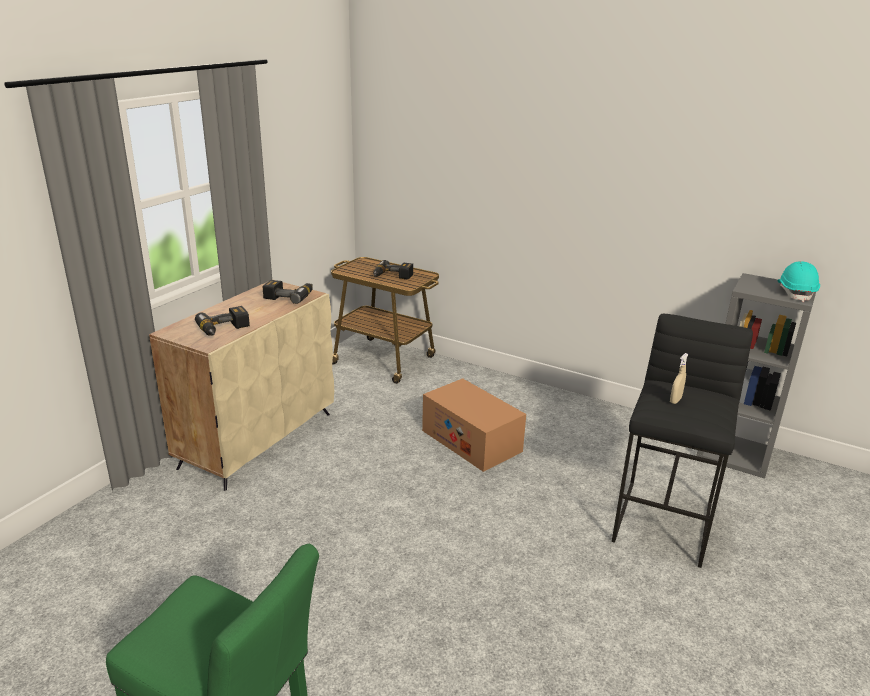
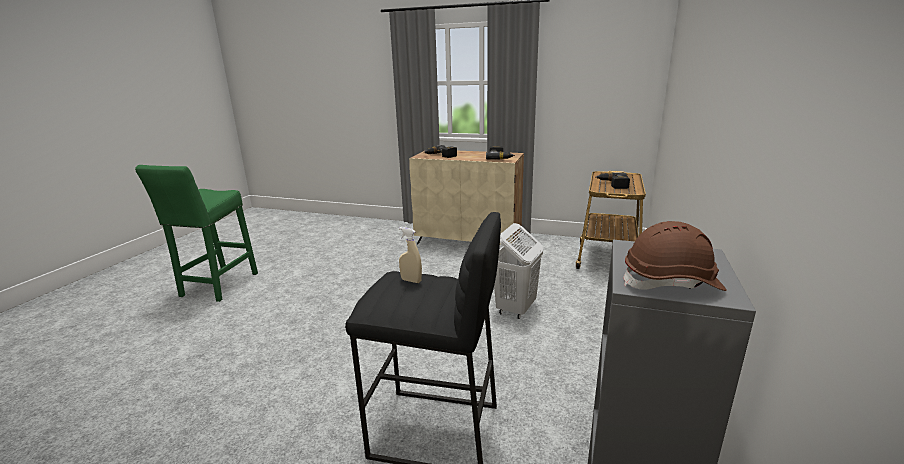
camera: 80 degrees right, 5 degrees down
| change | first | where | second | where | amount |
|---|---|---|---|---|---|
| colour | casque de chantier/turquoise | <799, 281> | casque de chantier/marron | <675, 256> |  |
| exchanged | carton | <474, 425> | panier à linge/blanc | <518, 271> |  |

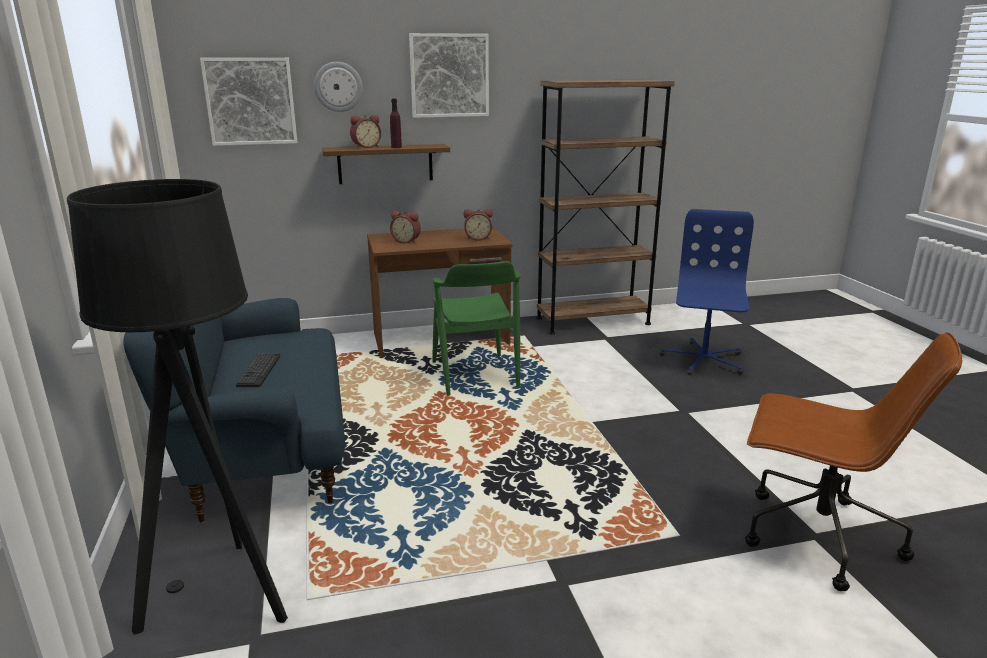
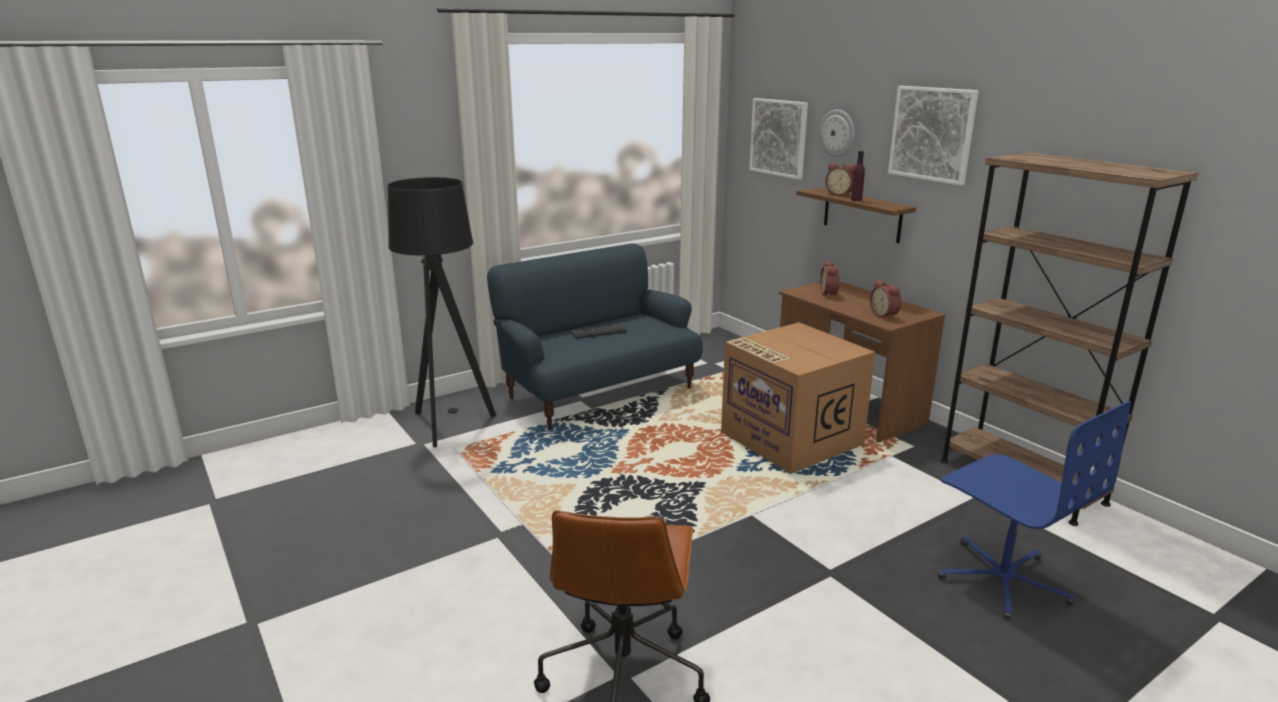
camera: 70 degrees right, 0 degrees up
| change | first | where | second | where | amount |
|---|---|---|---|---|---|
| spun | chaise de bureau/bleu | <706, 292> |  | <1034, 510> | 60 degrees clockwise |
| exchanged | chaise/vert | <476, 328> | carton | <798, 398> |  |

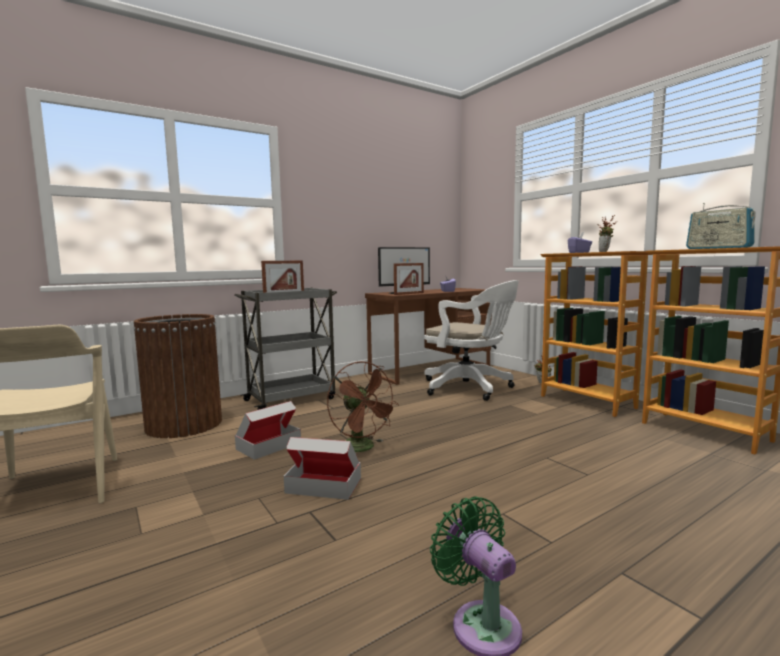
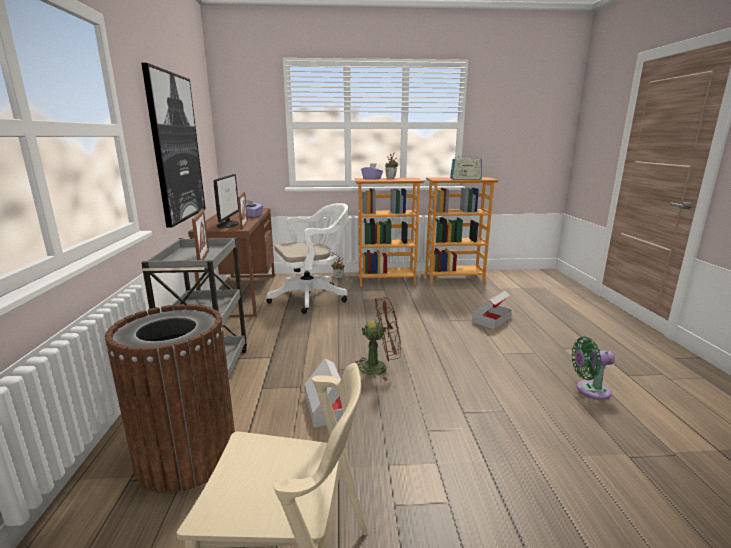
camera: 60 degrees left, 10 degrees up
| change | first | where | second | where | amount |
|---|---|---|---|---|---|
| relocated | carton | <322, 468> |  | <492, 309> |  |
| appeared |  |  | tableau | <173, 145> |  |

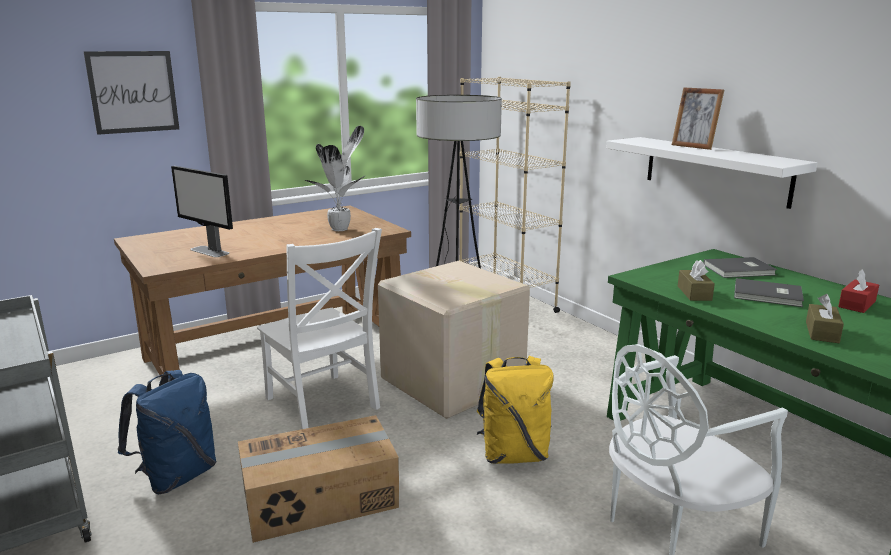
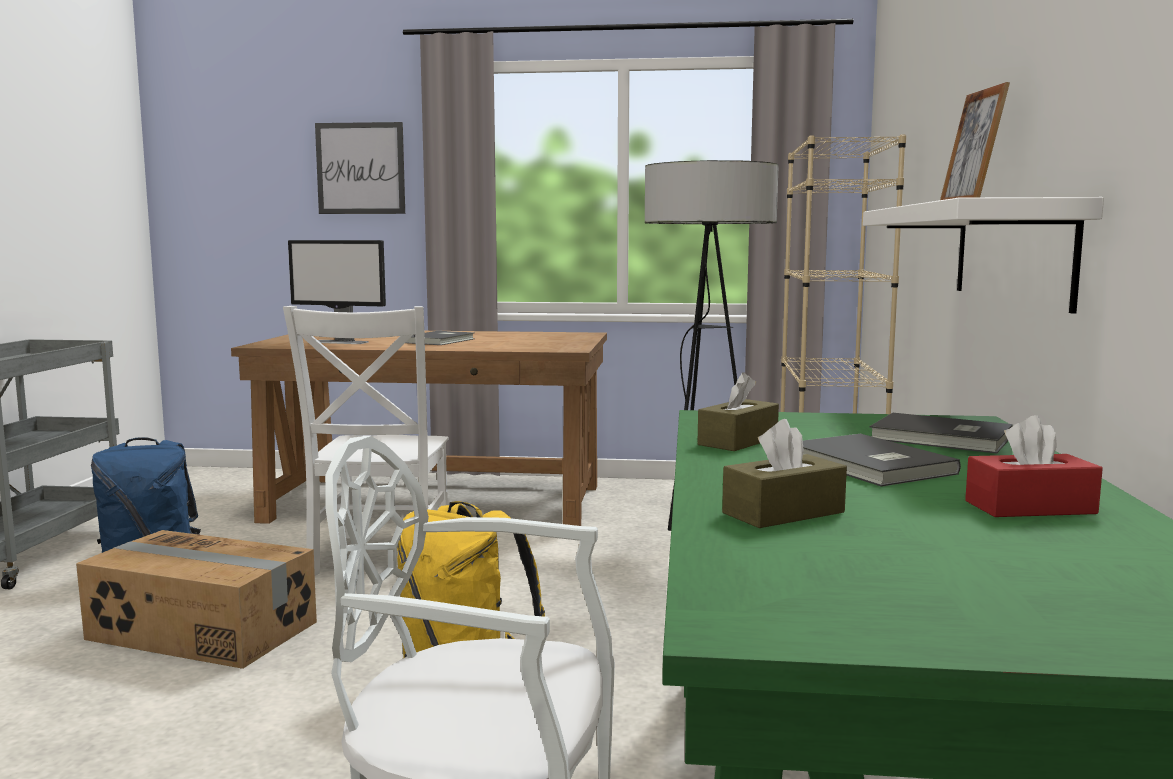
camera: 40 degrees right, 10 degrees down
| change | first | where | second | where | amount |
|---|---|---|---|---|---|
| missing | plante en pot | <335, 178> |  |  |  |
| spun | écran d'ordinateur | <202, 211> |  | <337, 292> | 60 degrees counterclockwise |
| missing | carton | <454, 340> |  |  |  |
| appeared |  |  | livre/gris | <440, 338> |  |

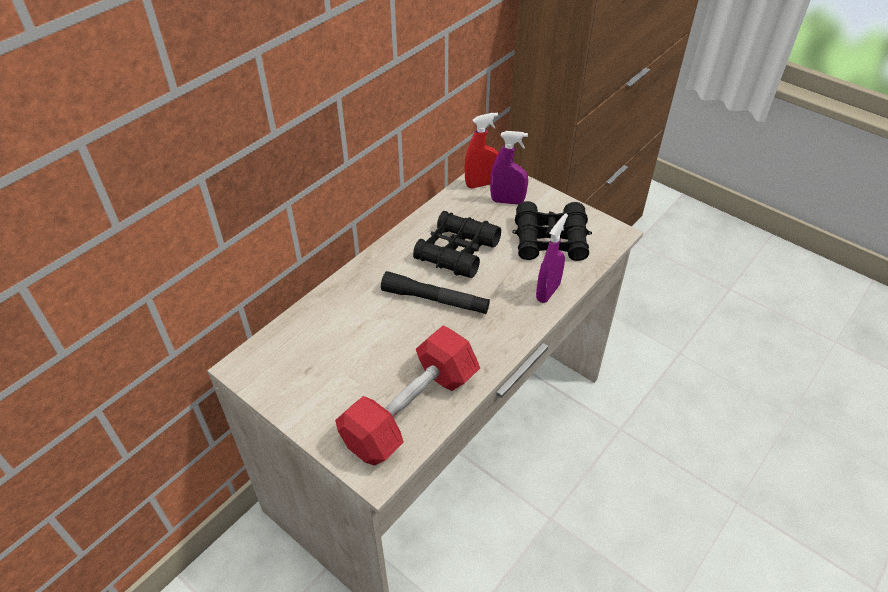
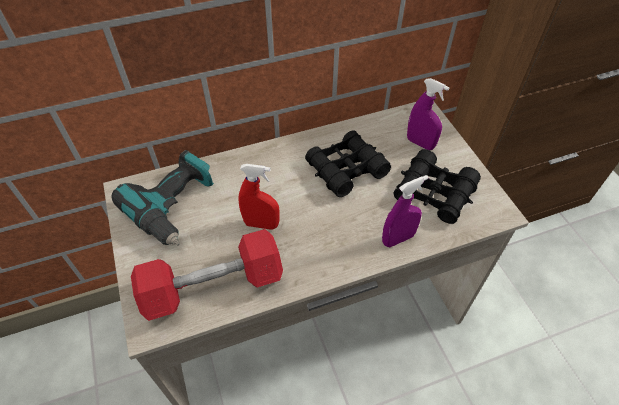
camera: 30 degrees right, 5 degrees up
| change | first | where | second | where | amount |
|---|---|---|---|---|---|
| relocated | vaporisateur/rouge | <481, 150> |  | <259, 197> |  |
| missing | lampe de poche/noir | <435, 292> |  |  |  |
| appeared |  |  | perceuse | <162, 198> |  |

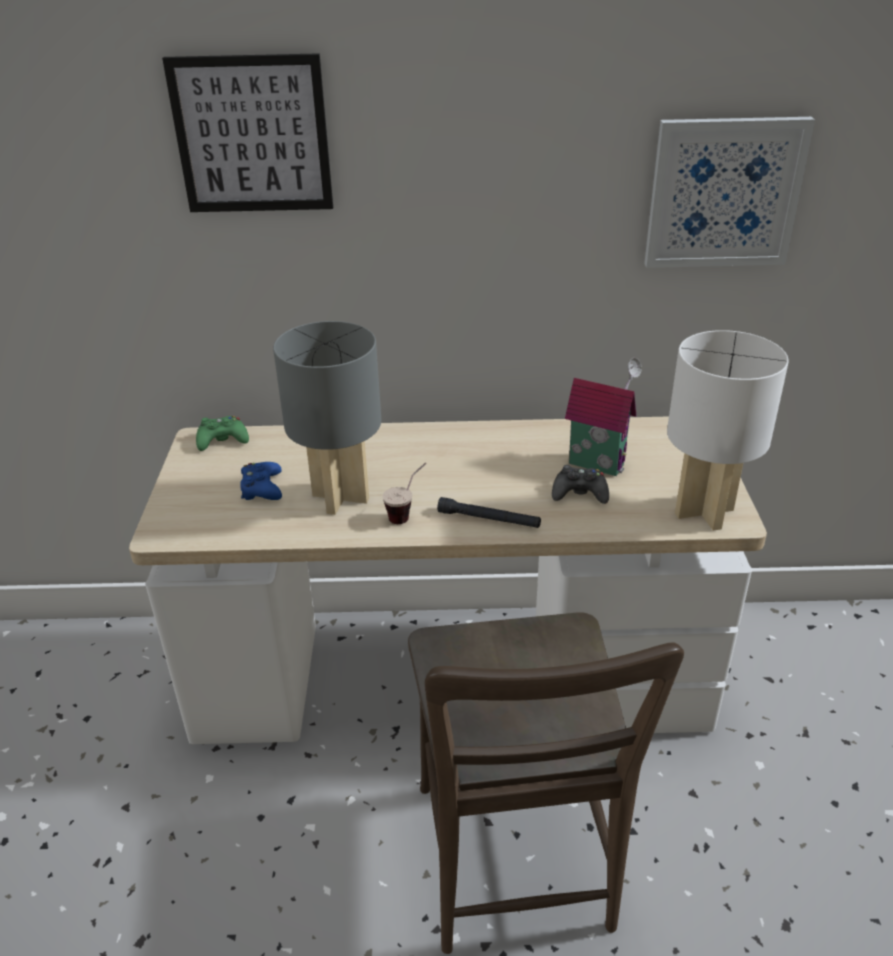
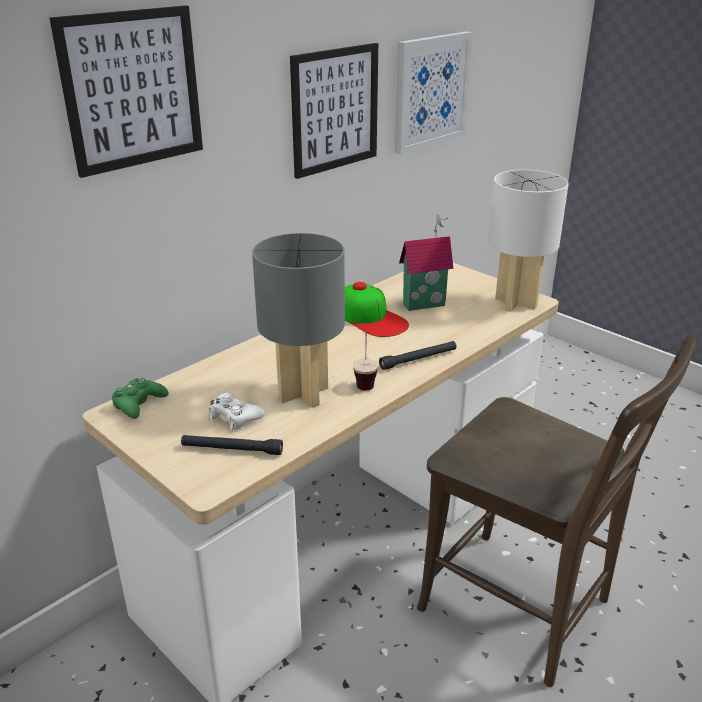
camera: 45 degrees left, 5 degrees down
| change | first | where | second | where | amount |
|---|---|---|---|---|---|
| colour | manette/bleu | <261, 481> | manette/blanc | <236, 411> |  |
| missing | manette/noir | <580, 484> |  |  |  |
| appeared |  |  | tableau | <334, 111> |  |
| appeared |  |  | casquette | <377, 309> |  |
| appeared |  |  | lampe de poche/noir | <232, 445> |  |

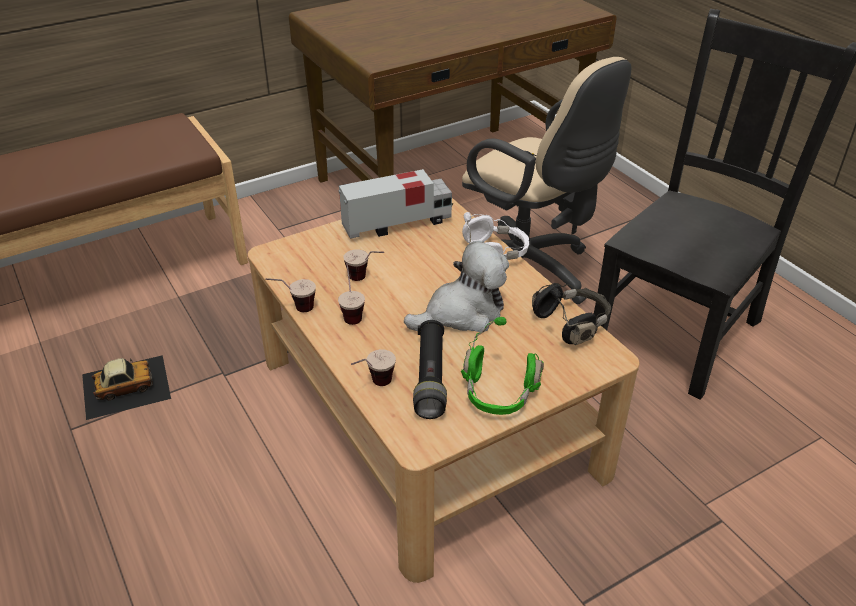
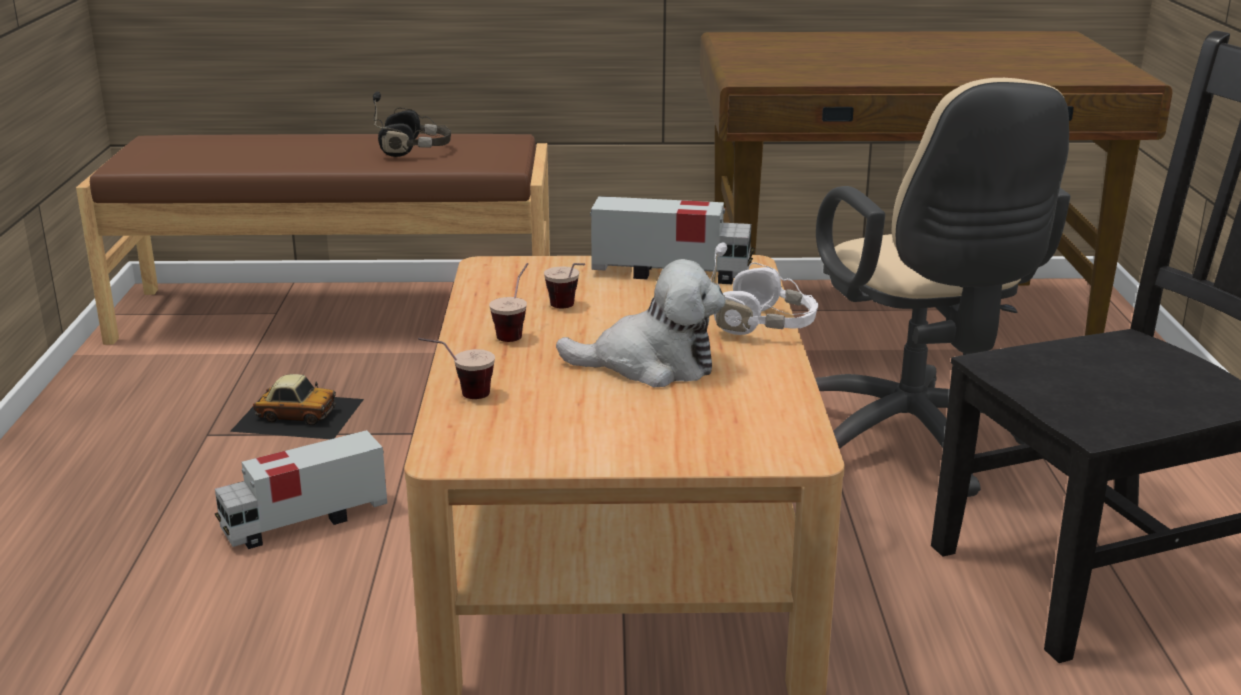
camera: 30 degrees right, 15 degrees down
| change | first | where | second | where | amount |
|---|---|---|---|---|---|
| missing | tasse | <290, 295> |  |  |  |
| relocated | casque audio/noir | <571, 314> |  | <412, 124> |  |
| missing | casque audio/vert | <502, 366> |  |  |  |
| missing | lampe de poche/noir | <430, 369> |  |  |  |
| appeared |  |  | camion jouet | <301, 489> |  |

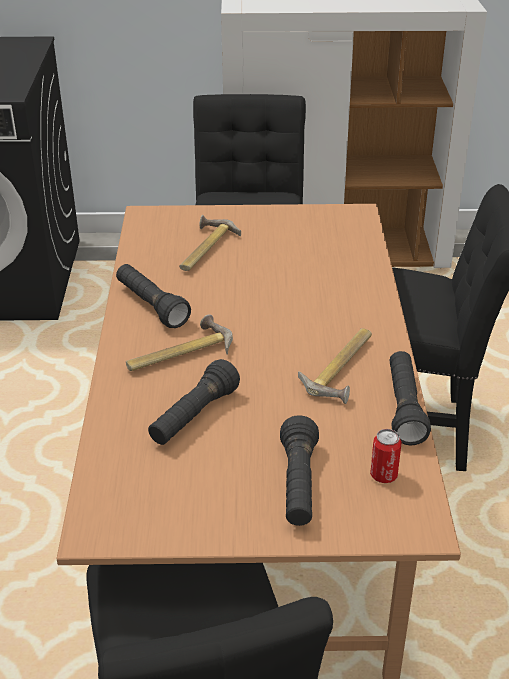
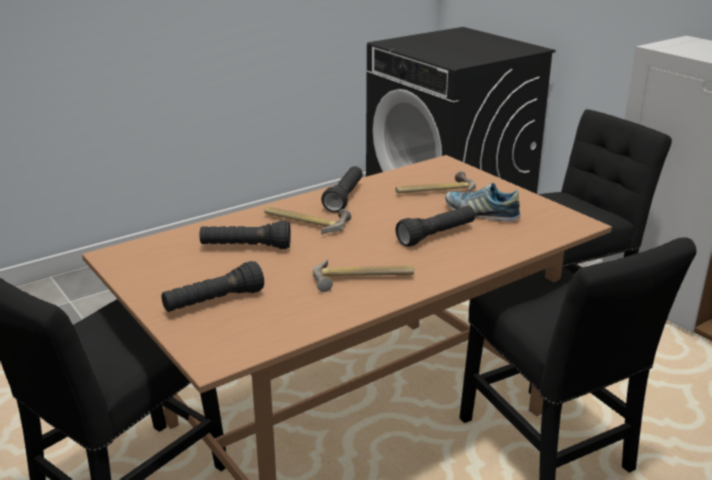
camera: 55 degrees right, 10 degrees down
| change | first | where | second | where | amount |
|---|---|---|---|---|---|
| relocated | lampe de poche/noir | <410, 398> |  | <435, 226> |  |
| missing | boîte métallique | <386, 456> |  |  |  |
| appeared |  |  | chaussure | <483, 202> |  |

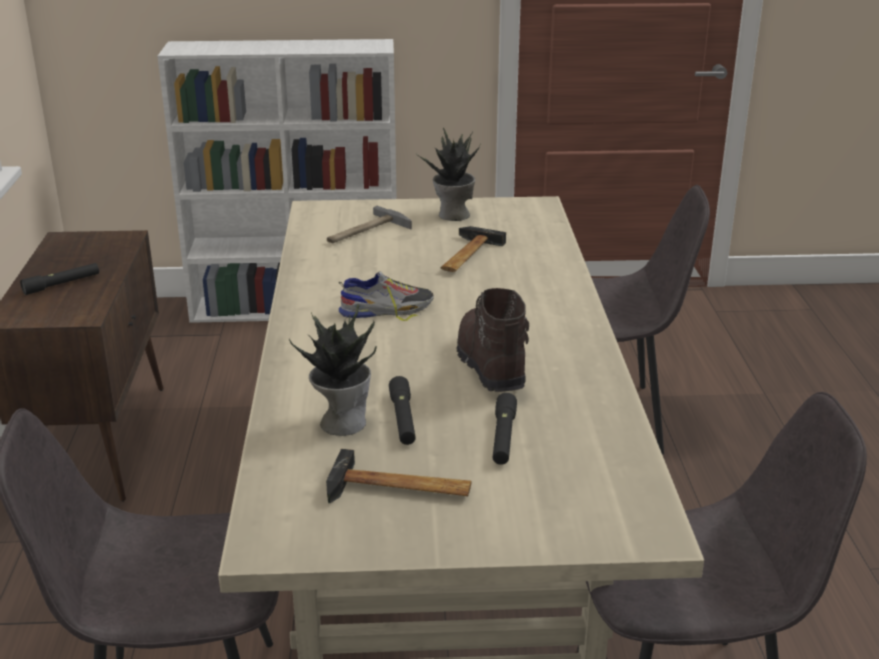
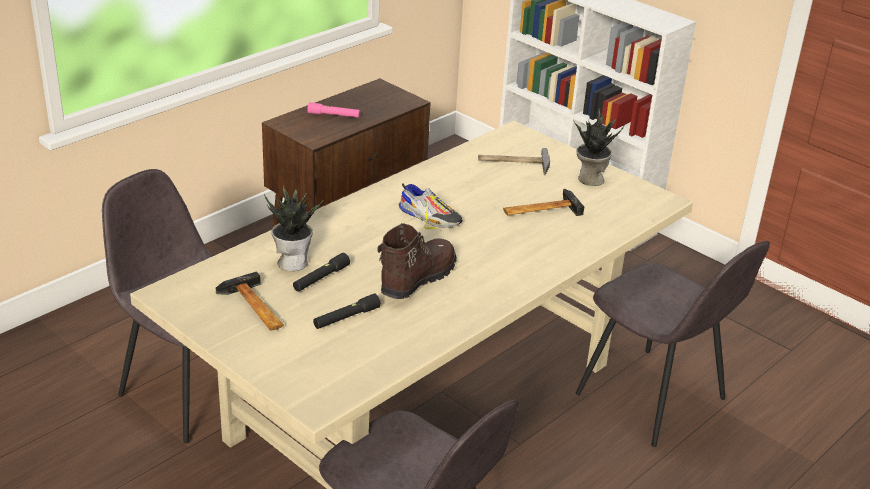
camera: 45 degrees right, 5 degrees up
| change | first | where | second | where | amount |
|---|---|---|---|---|---|
| colour | lampe de poche/noir | <59, 279> | lampe de poche/rose | <334, 110> |  |

